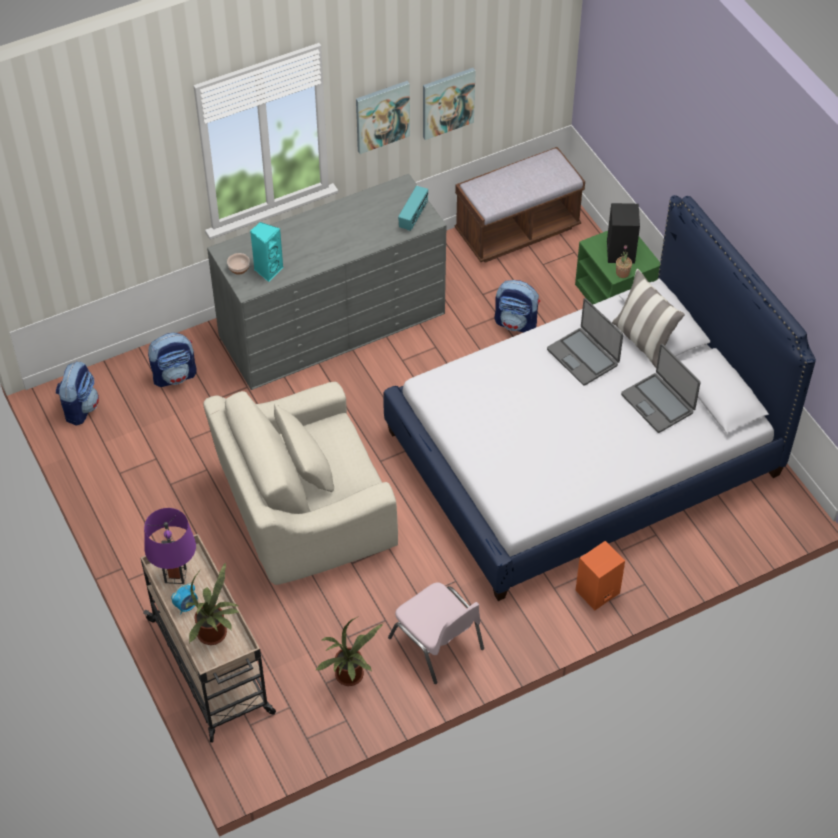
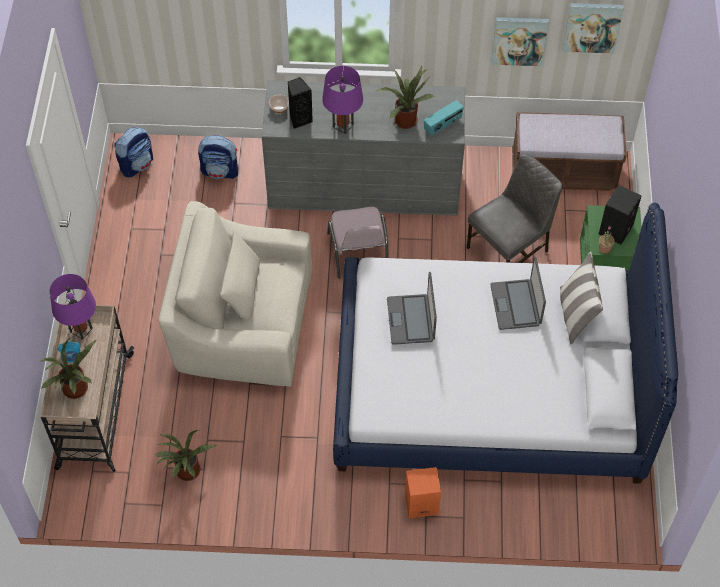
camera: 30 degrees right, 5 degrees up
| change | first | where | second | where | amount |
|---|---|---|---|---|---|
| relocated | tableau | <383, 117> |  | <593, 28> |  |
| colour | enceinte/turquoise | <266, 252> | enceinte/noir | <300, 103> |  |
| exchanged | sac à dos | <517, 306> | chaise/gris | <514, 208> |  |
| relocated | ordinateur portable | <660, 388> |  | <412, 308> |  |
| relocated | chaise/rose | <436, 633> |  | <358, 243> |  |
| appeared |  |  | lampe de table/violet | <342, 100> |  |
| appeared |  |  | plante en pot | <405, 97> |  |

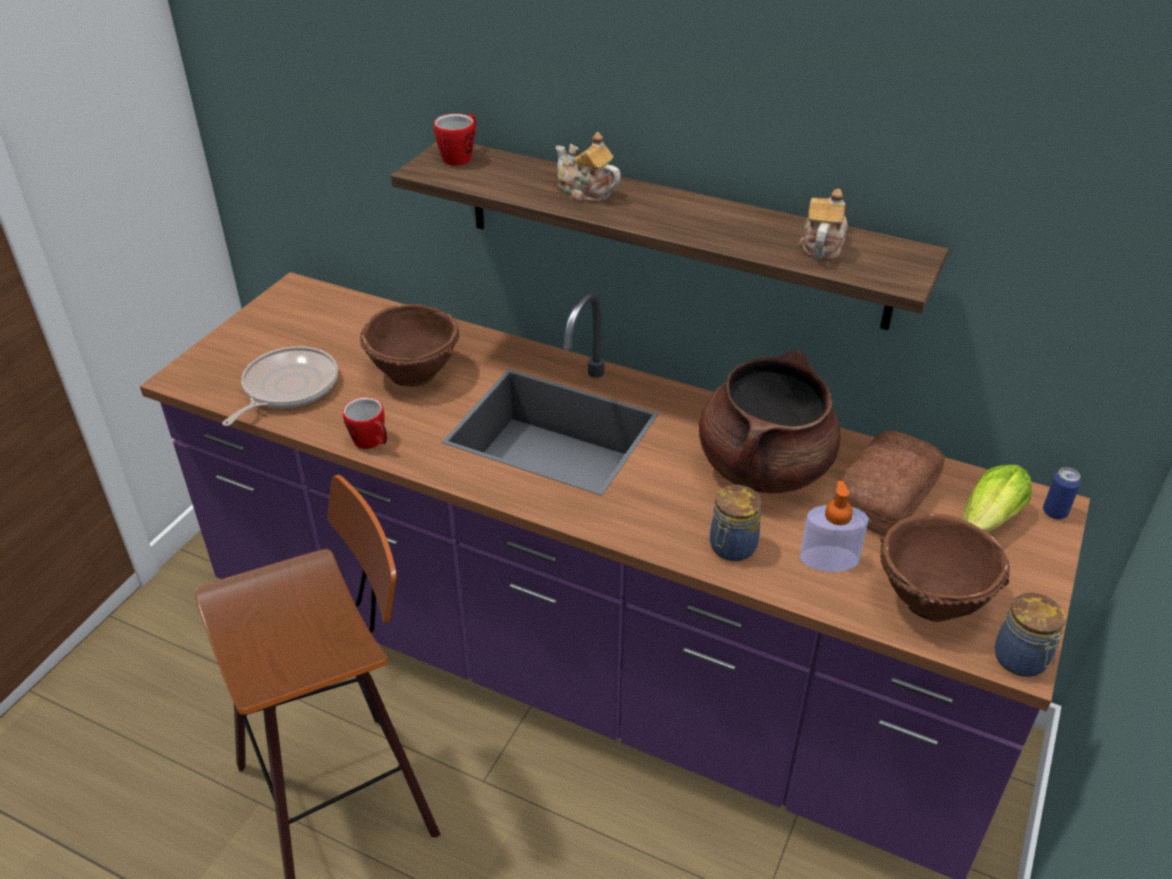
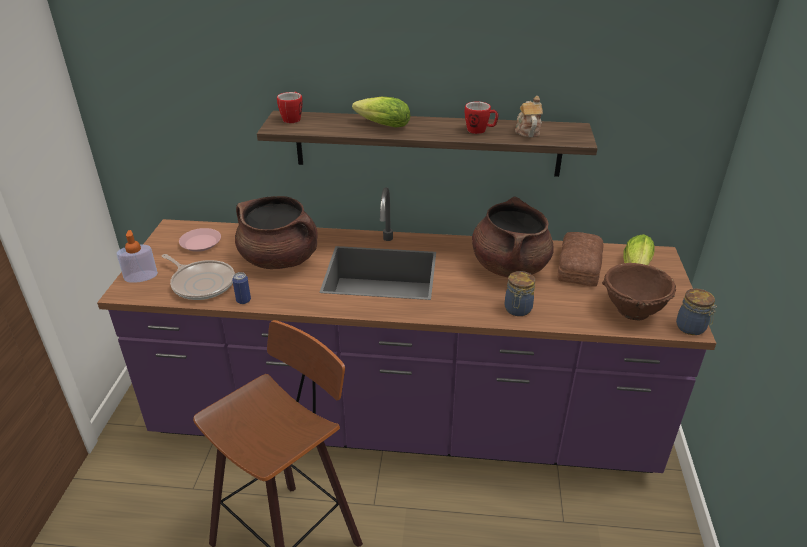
camera: 20 degrees left, 5 degrees down
| change | first | where | second | where | amount |
|---|---|---|---|---|---|
| exchanged | théière | <588, 167> | laitue | <381, 112> |  |
| exchanged | bol/marron | <409, 345> | marmite/marron | <276, 232> |  |
| spun | poêle | <280, 386> |  | <198, 277> | 120 degrees clockwise |
| relocated | mug | <365, 423> |  | <482, 117> |  |
| relocated | boîte métallique | <1062, 494> |  | <241, 288> |  |
| relocated | distributeur de savon | <834, 526> |  | <137, 256> |  |
| appeared |  |  | assiette/rose | <200, 240> |  |

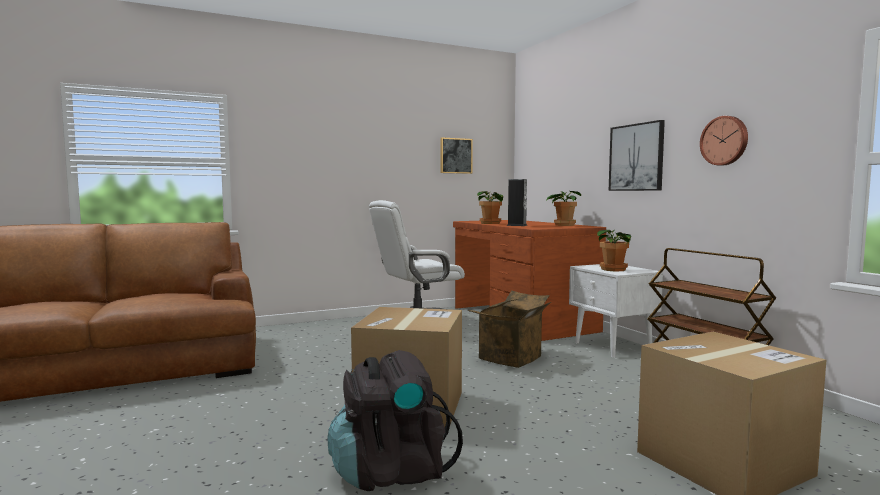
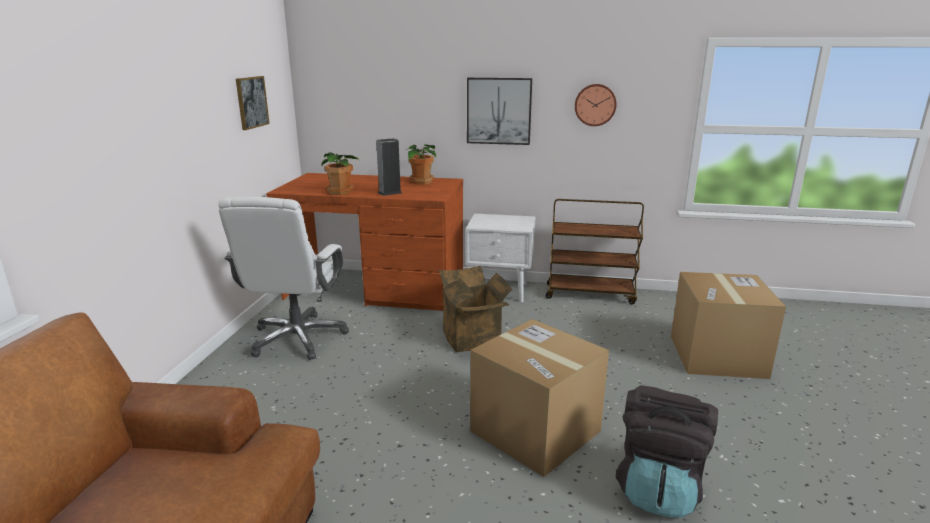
camera: 55 degrees left, 15 degrees up
| change | first | where | second | where | amount |
|---|---|---|---|---|---|
| missing | plante en pot | <614, 250> |  |  |  |

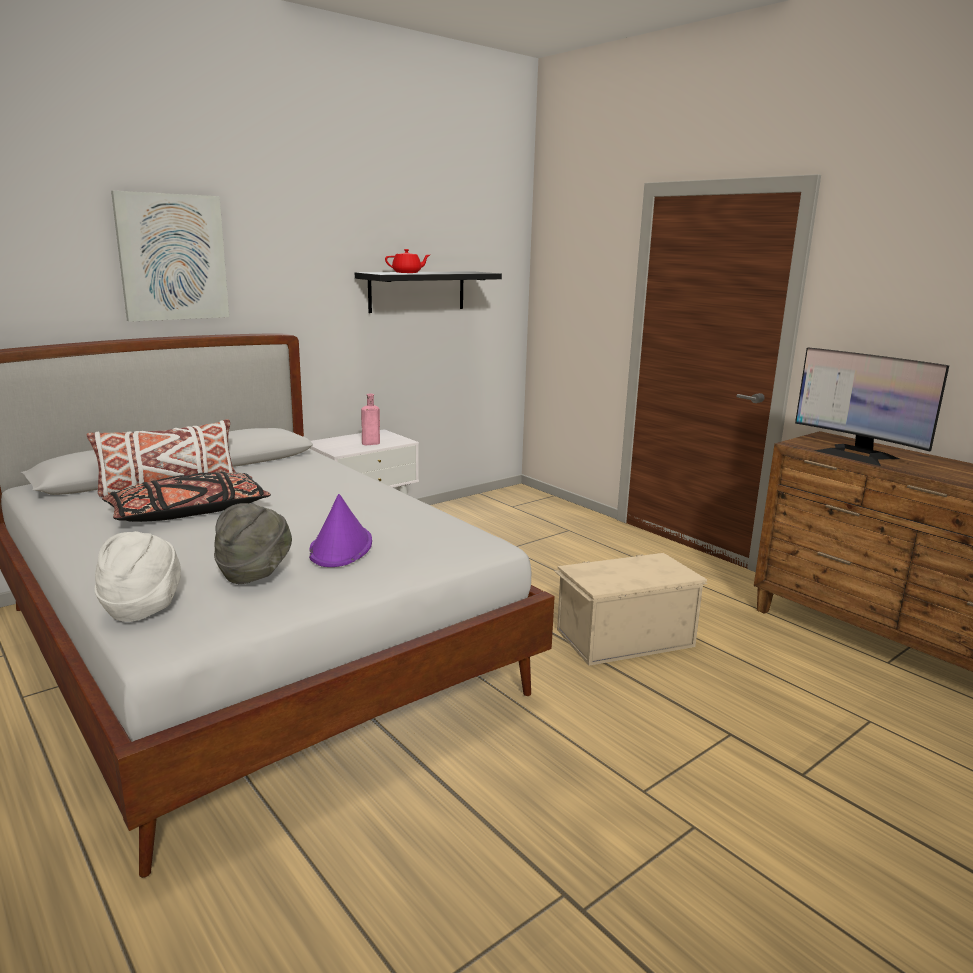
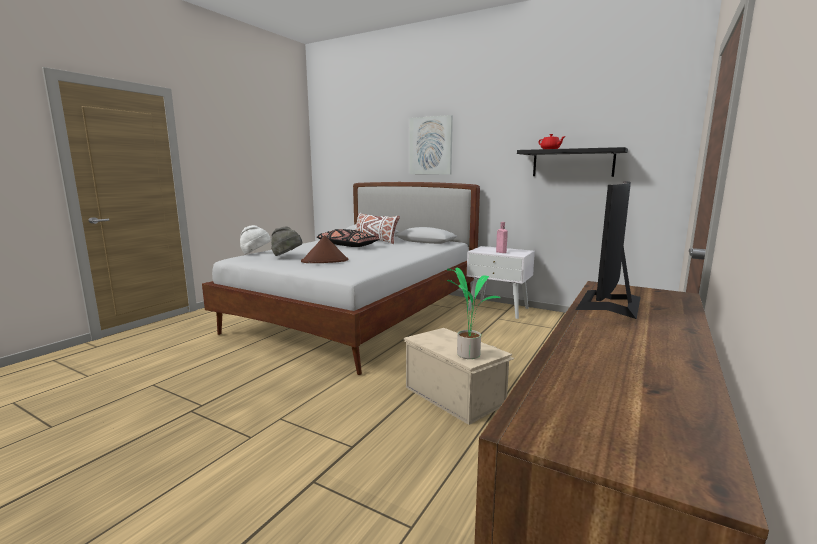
camera: 70 degrees right, 5 degrees down
| change | first | where | second | where | amount |
|---|---|---|---|---|---|
| colour | chapeau/violet | <340, 530> | chapeau/marron | <324, 249> |  |
| appeared |  |  | plante en pot | <474, 313> |  |

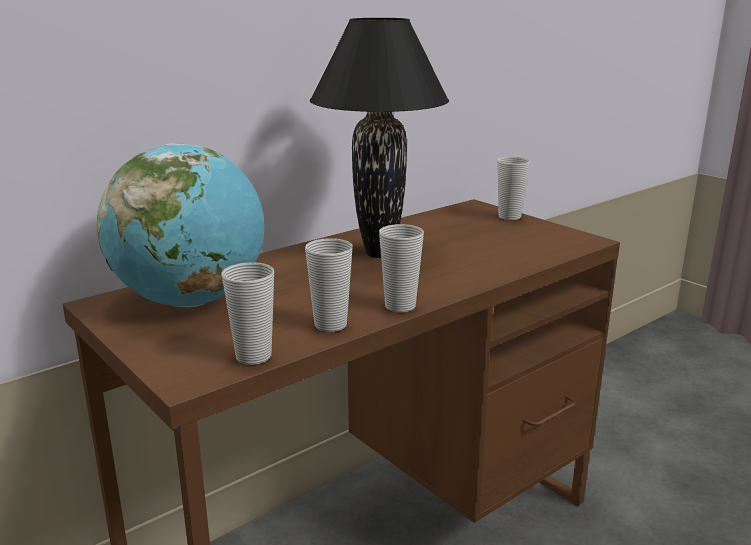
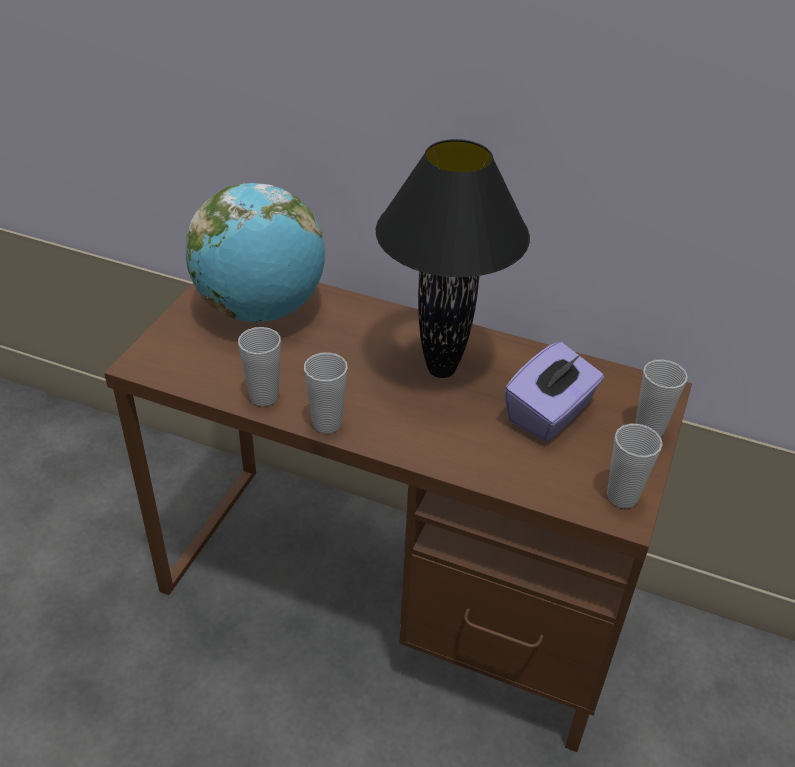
camera: 60 degrees right, 20 degrees up
| change | first | where | second | where | amount |
|---|---|---|---|---|---|
| relocated | tasse | <247, 313> |  | <635, 466> |  |
| appeared |  |  | boîte à mouchoirs/violet | <554, 392> |  |

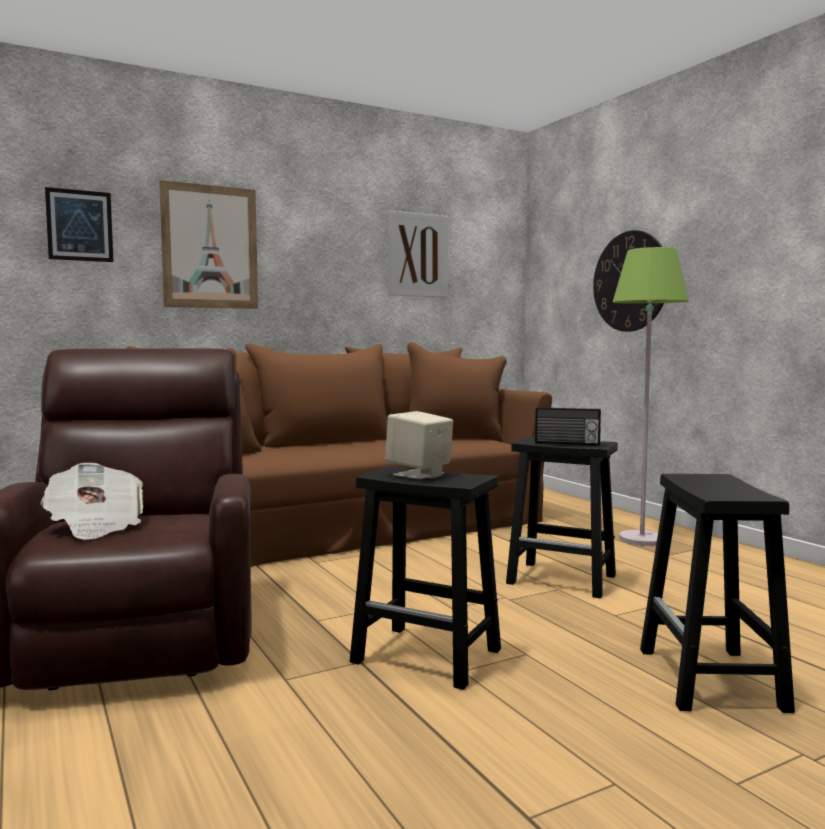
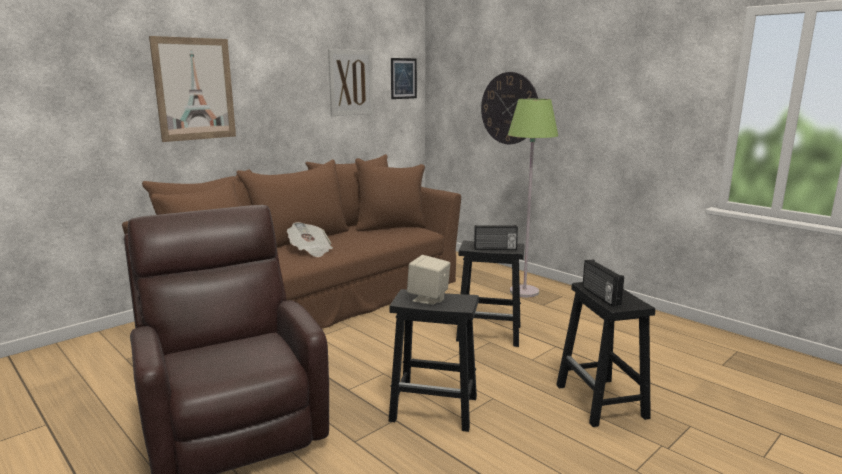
camera: 15 degrees left, 10 degrees up
| change | first | where | second | where | amount |
|---|---|---|---|---|---|
| relocated | tableau | <79, 224> |  | <404, 78> |  |
| relocated | journal | <91, 501> |  | <310, 239> |  |
| appeared |  |  | radio | <603, 283> |  |

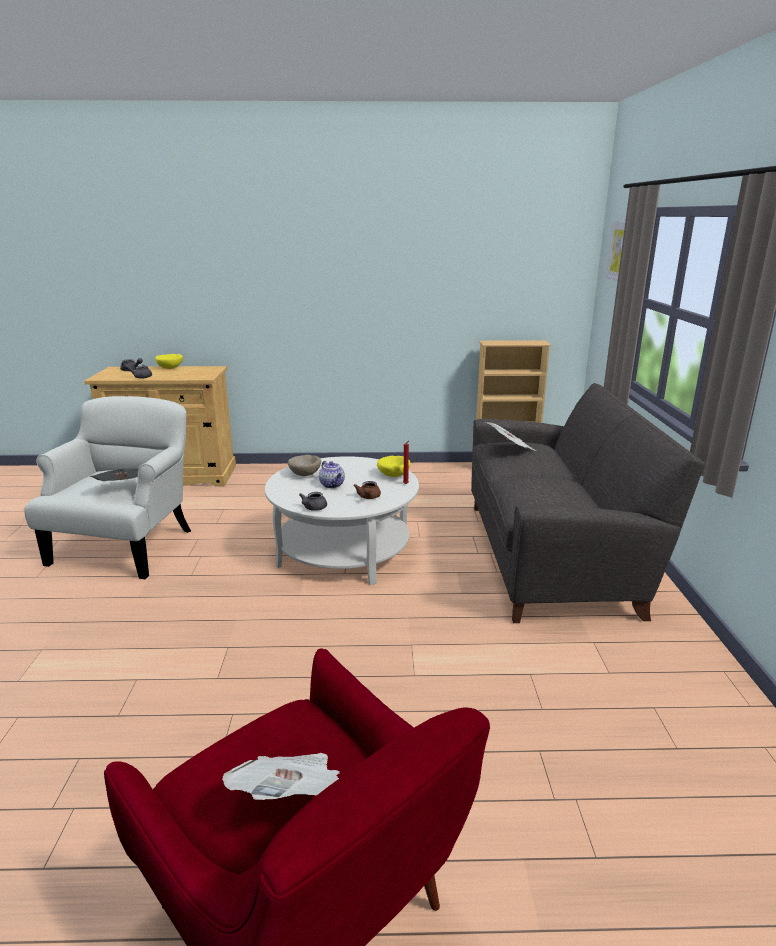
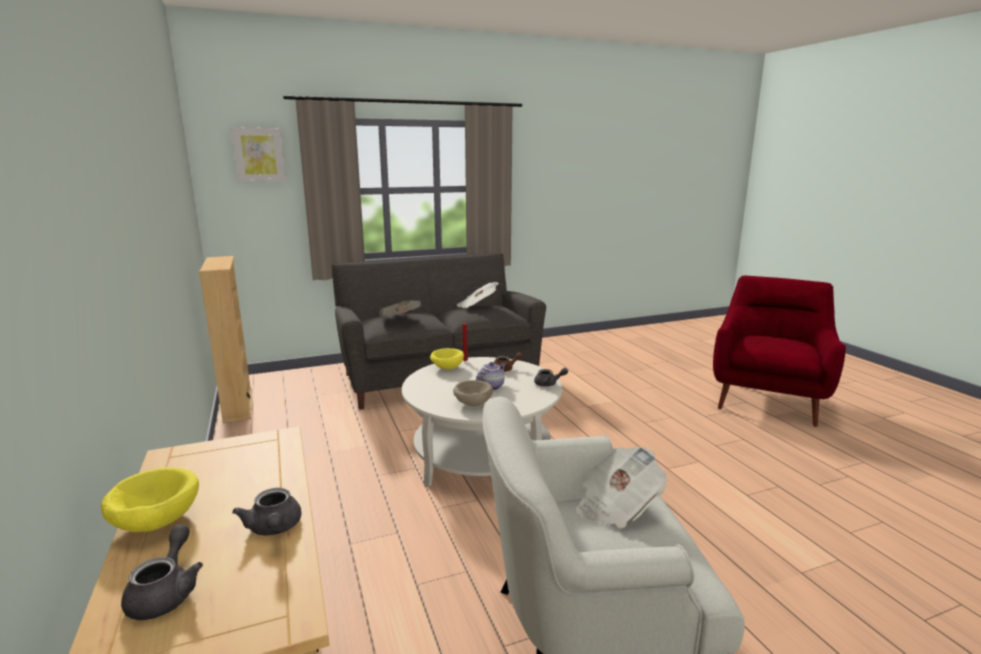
camera: 110 degrees left, 5 degrees down
| change | first | where | second | where | amount |
|---|---|---|---|---|---|
| relocated | journal | <281, 776> |  | <477, 295> |  |

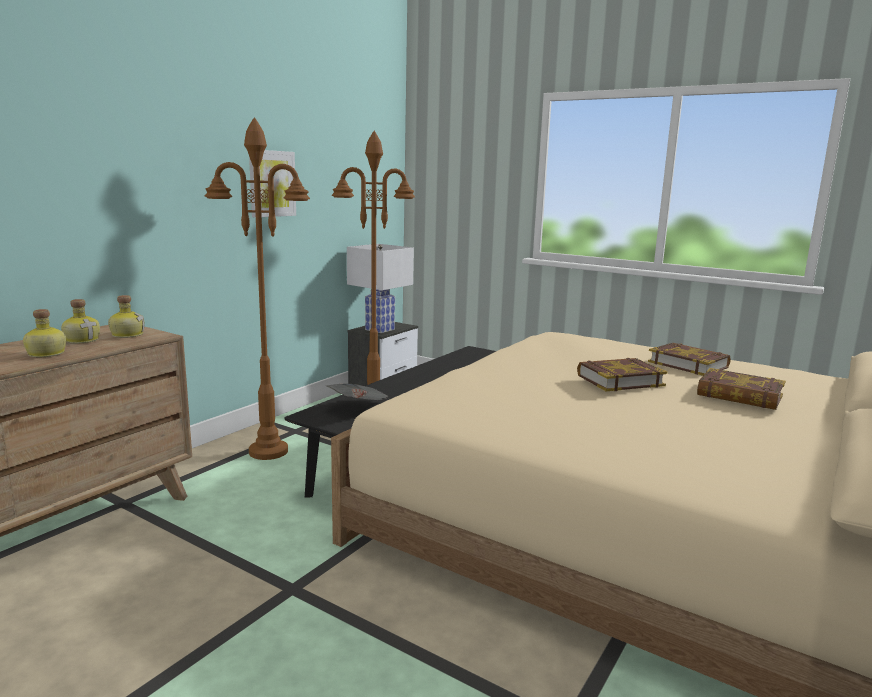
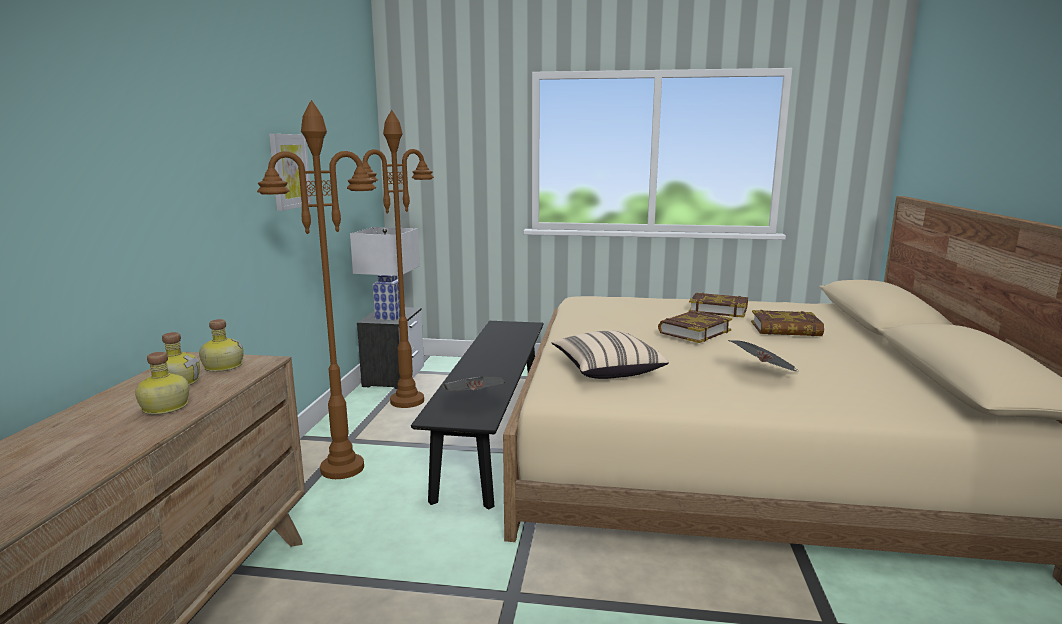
camera: 25 degrees left, 0 degrees up
| change | first | where | second | where | amount |
|---|---|---|---|---|---|
| appeared |  |  | coussin/beige | <610, 355> |  |
| appeared |  |  | journal | <762, 355> |  |

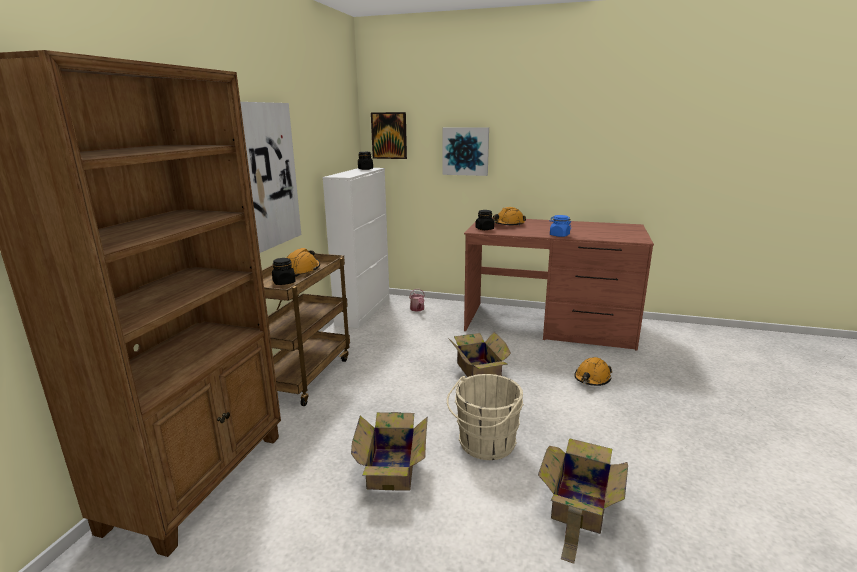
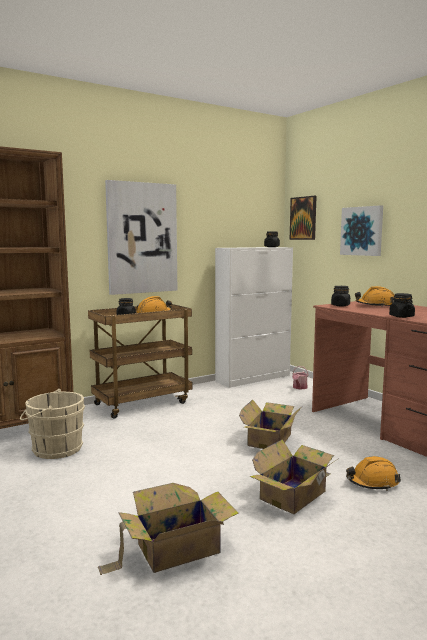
camera: 40 degrees right, 10 degrees down
| change | first | where | second | where | amount |
|---|---|---|---|---|---|
| colour | bocal/bleu | <560, 226> | bocal/noir | <402, 305> |  |
| relocated | seau/beige | <485, 417> |  | <52, 424> |  |
| relocated | carton | <389, 451> |  | <294, 477> |  |

